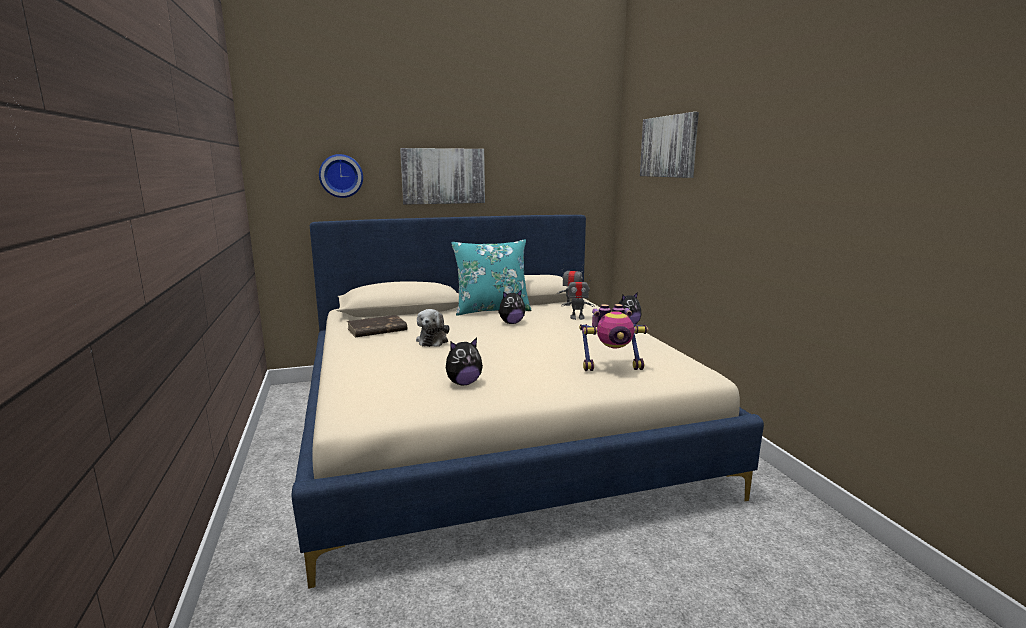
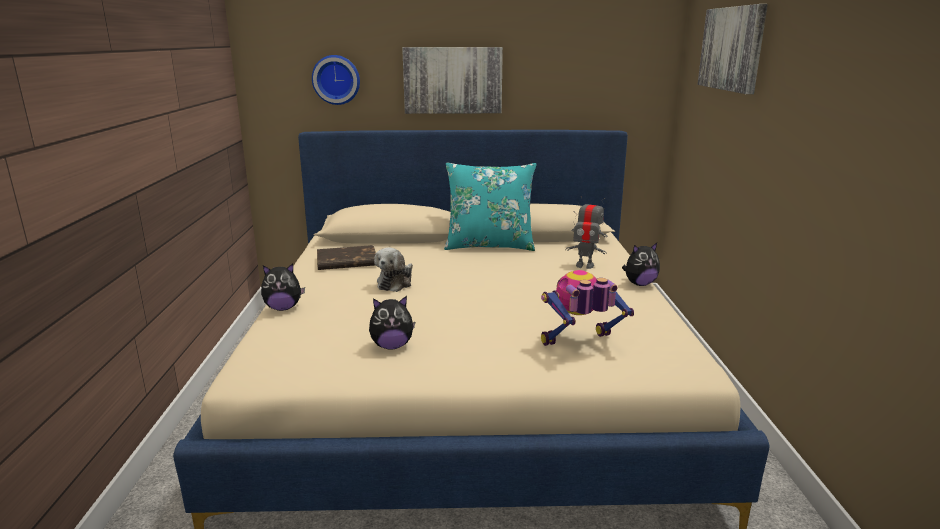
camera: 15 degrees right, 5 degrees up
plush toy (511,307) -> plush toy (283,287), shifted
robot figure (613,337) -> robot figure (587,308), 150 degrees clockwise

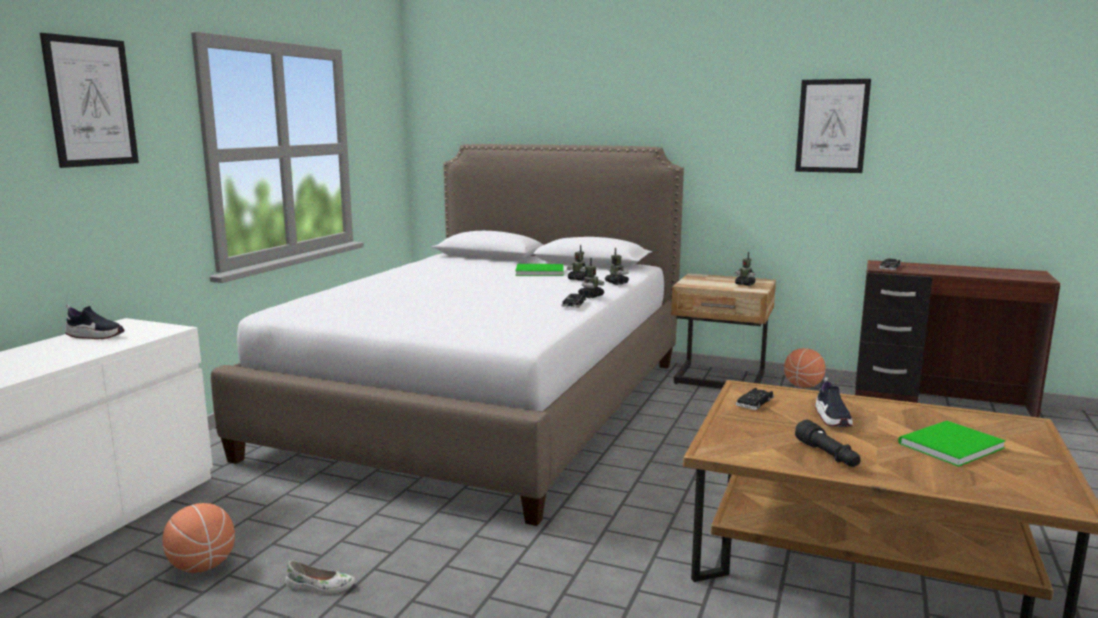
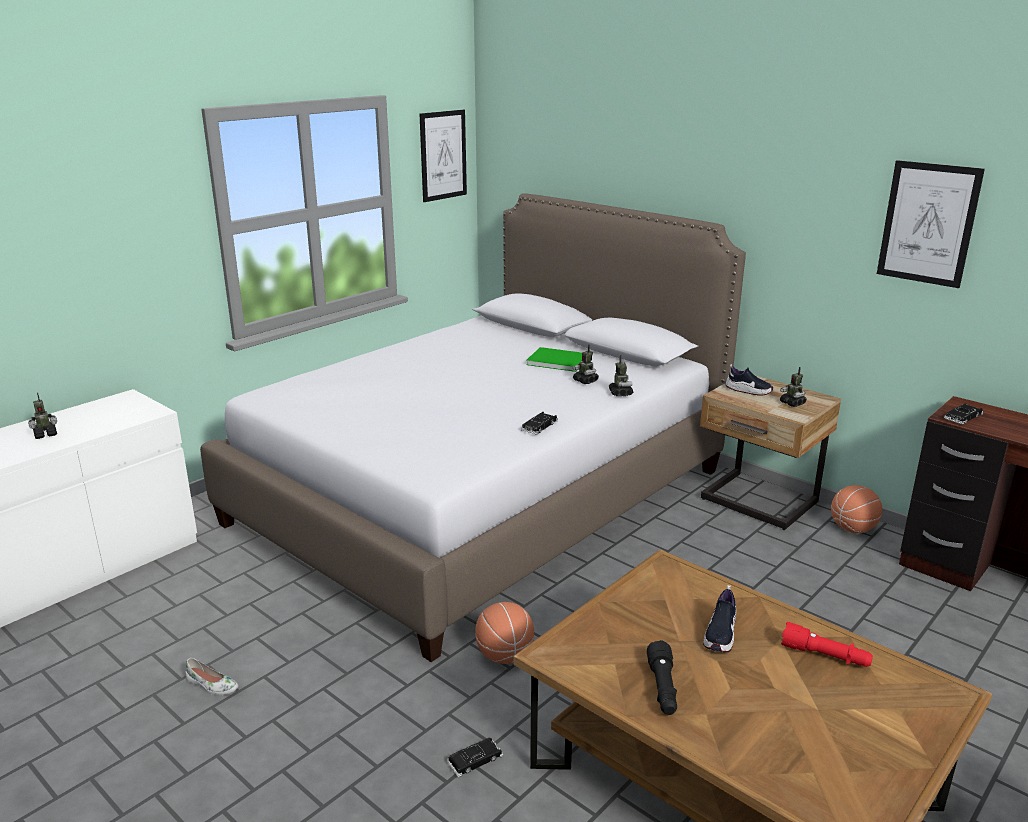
camera: 20 degrees right, 10 degrees up
wall art (89,100) -> wall art (443,156), shifted
robot figure (591,278) -> robot figure (42,415), shifted
item of footwear (95,322) -> item of footwear (749,380), shifted
black miniature car (755,399) -> black miniature car (475,757), shifted
green volume (952,444) -> none
basketball ball (198,538) -> basketball ball (504,633), shifted
none -> red flashlight (827,644)

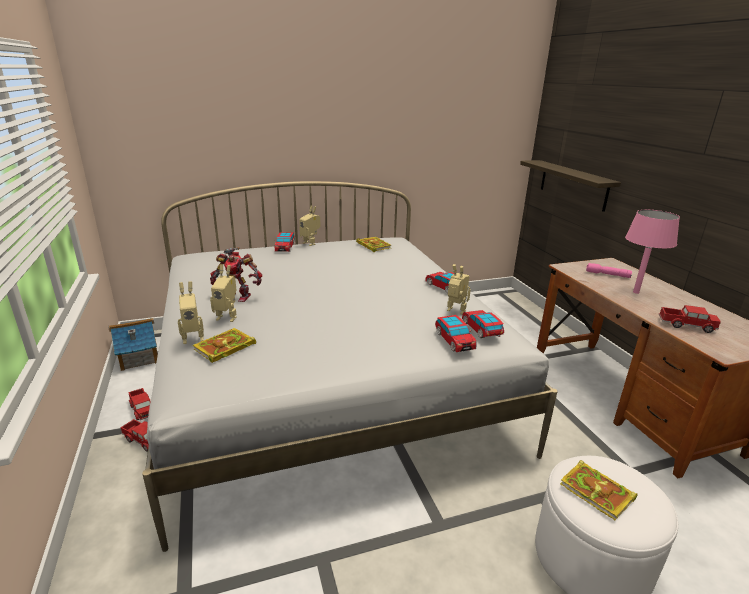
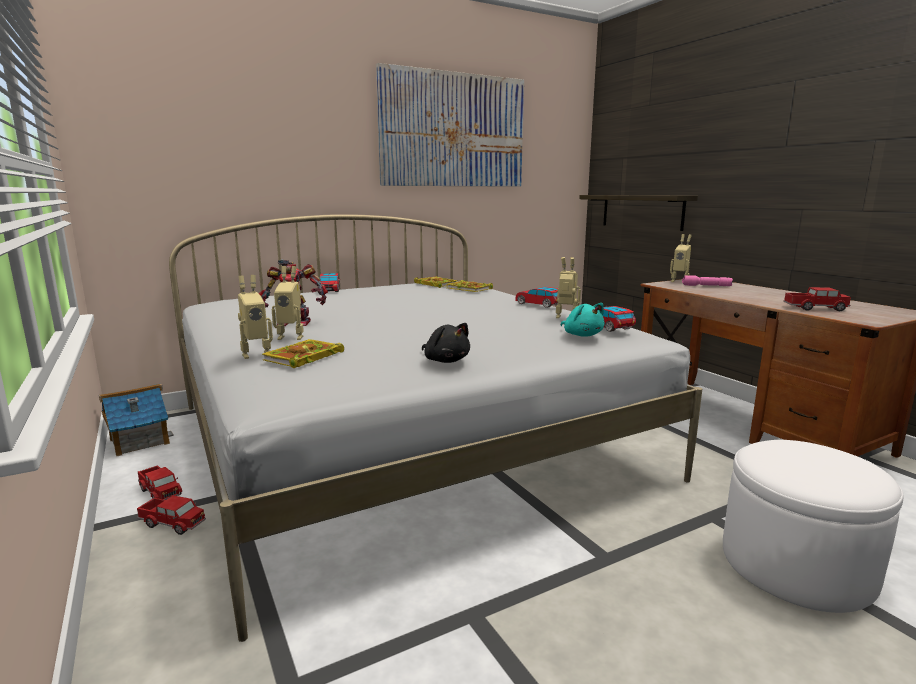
camera: 10 degrees left, 10 degrees down
robot figure (309,226) -> robot figure (681,258), shifted
pink tabletop lamp (652,252) -> none
miniature car (456,333) -> turquoise plush toy (582,320)
volume (599,490) -> volume (469,286), shifted
none -> wall art (450,125)
none -> black plush toy (446,343)

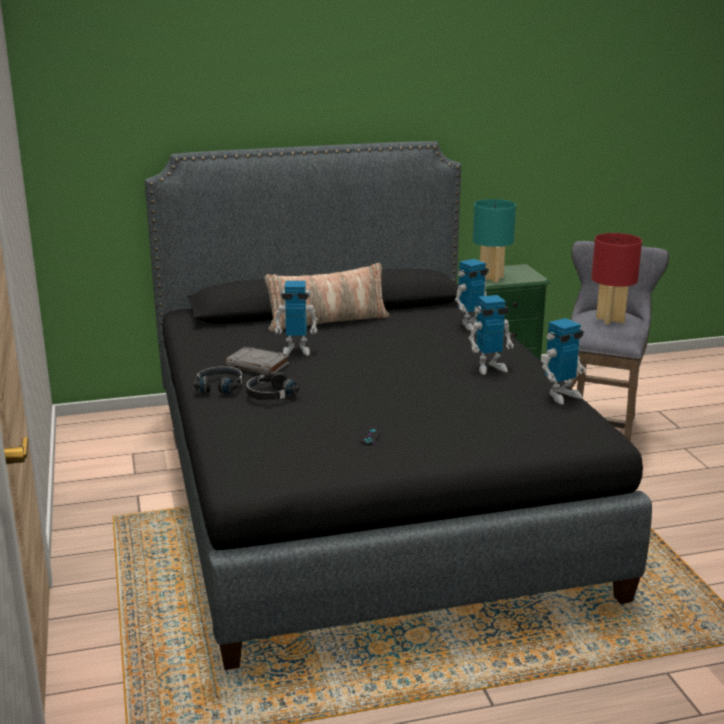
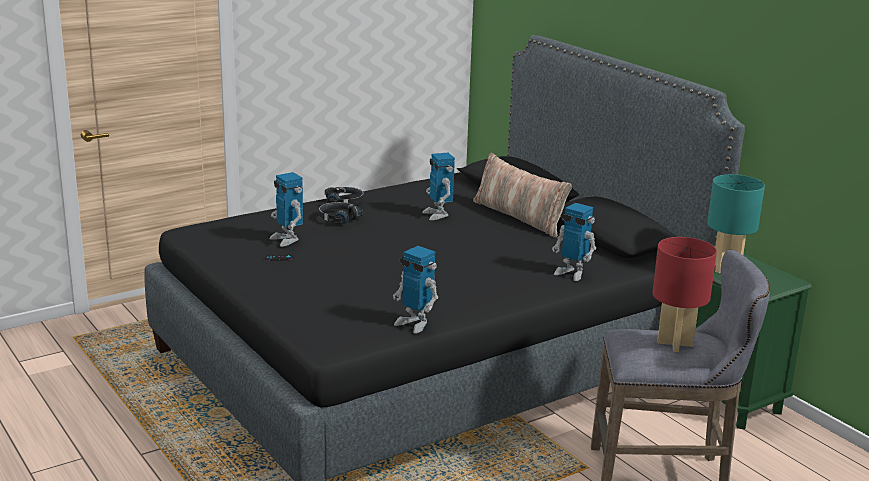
camera: 70 degrees right, 0 degrees up
robot figure (491,335) -> robot figure (286,209), shifted
grey volume (257,361) -> none

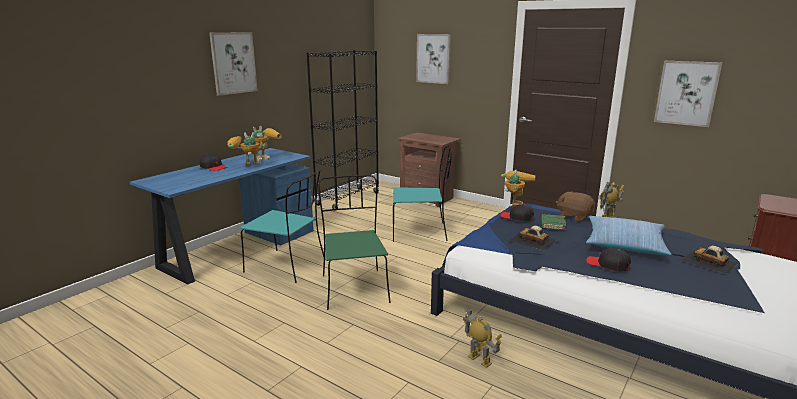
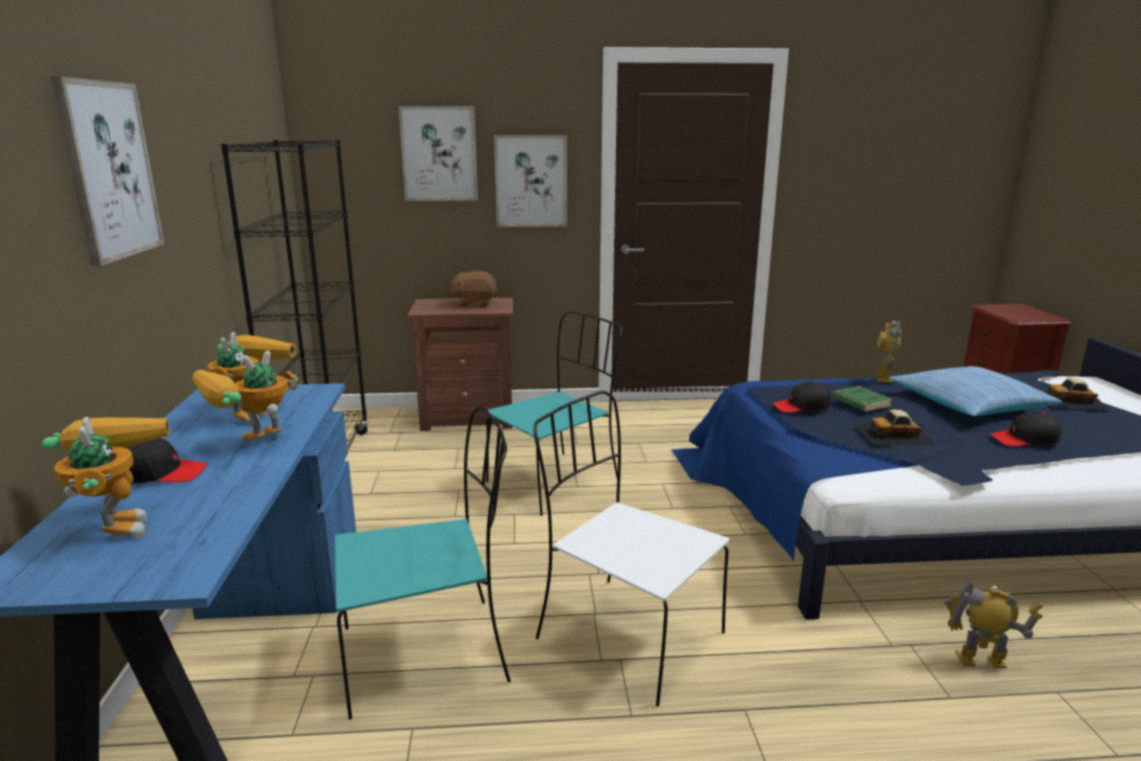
camera: 40 degrees left, 0 degrees up
wall art (688,94) -> wall art (530,181), shifted
robot figure (518,187) -> robot figure (106,478), shifted
green upright chair (354,242) -> whitish upright chair (631,548)
brown-coloured plush toy (575,206) -> brown-coloured plush toy (472,289), shifted

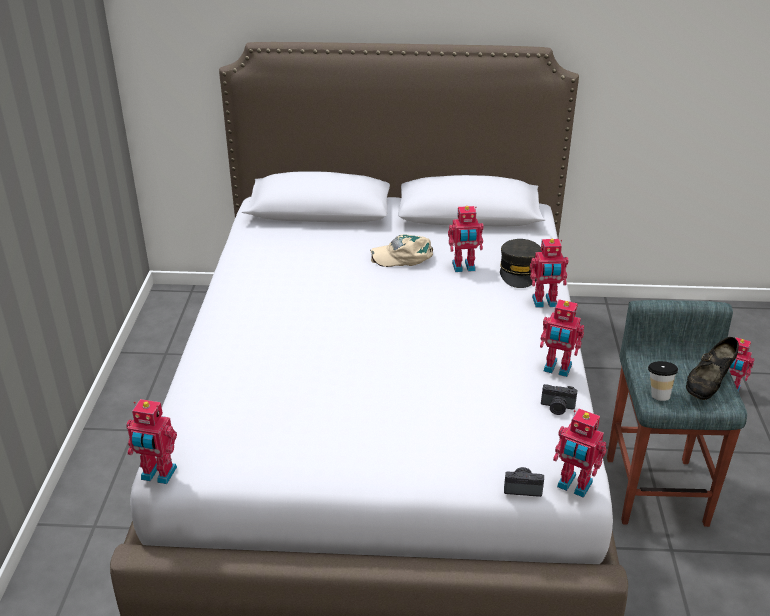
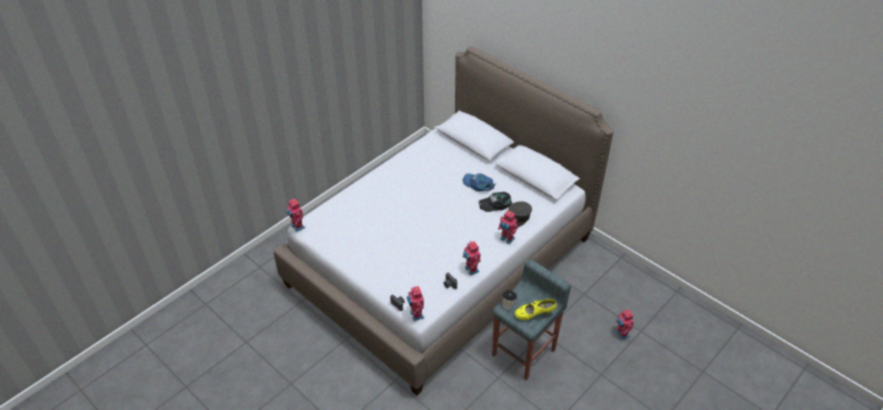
camera: 40 degrees right, 10 degrees up
robot figure (466,239) -> black cap (495,202)
beige-coloured cap (401,251) -> blue-coloured cap (479,182)
black item of footwear (712,368) -> yellow item of footwear (536,309)

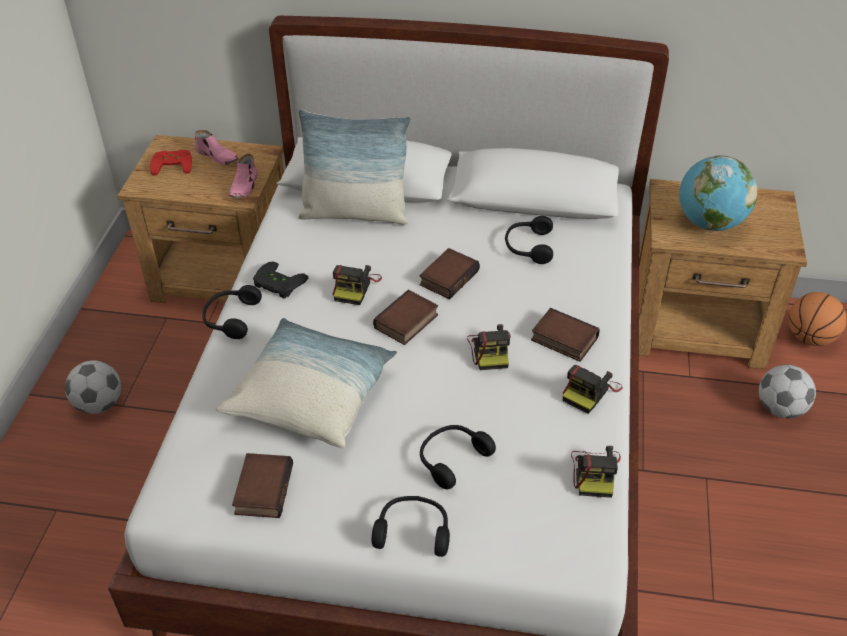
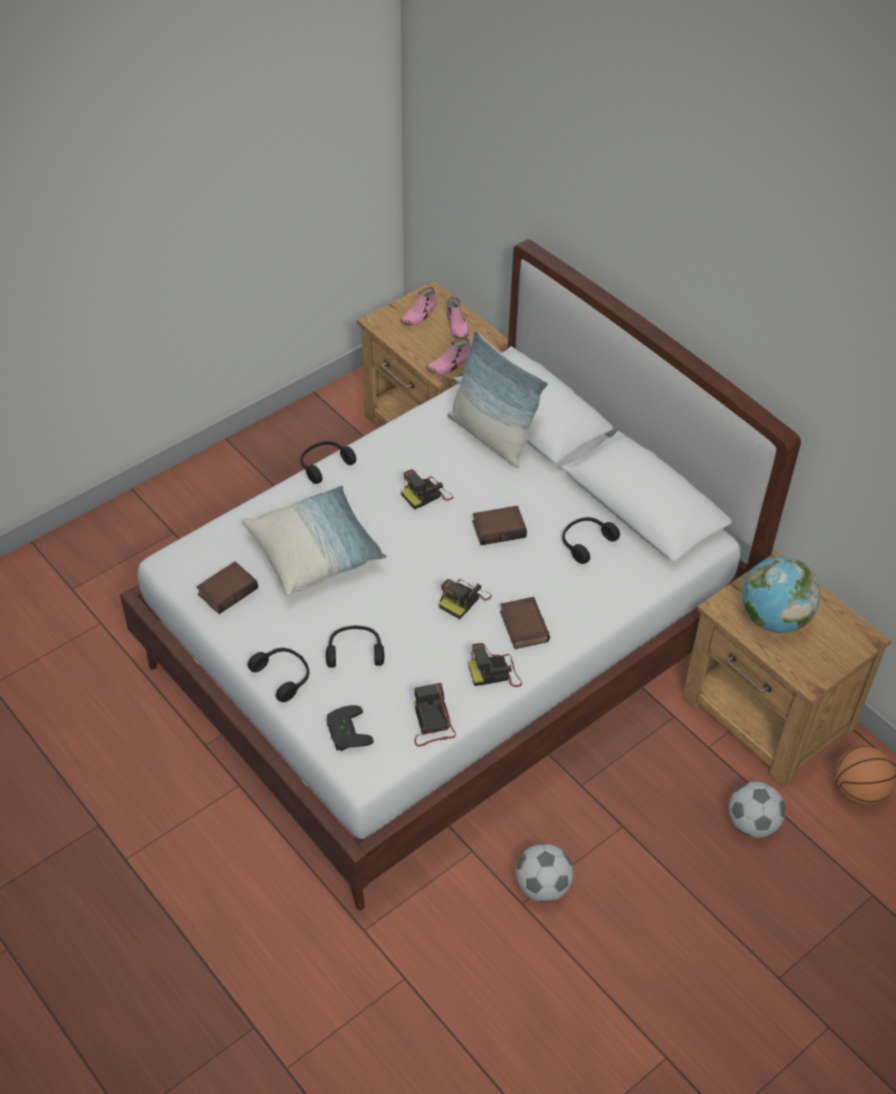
camera: 40 degrees right, 5 degrees up
red gamepad (171,163) -> pink item of footwear (419,306)
black gamepad (280,280) -> black gamepad (350,728), shifted
volume (405,317) -> none
football (93,387) -> football (544,873), shifted
still camera (596,472) -> still camera (435,715), 120 degrees clockwise

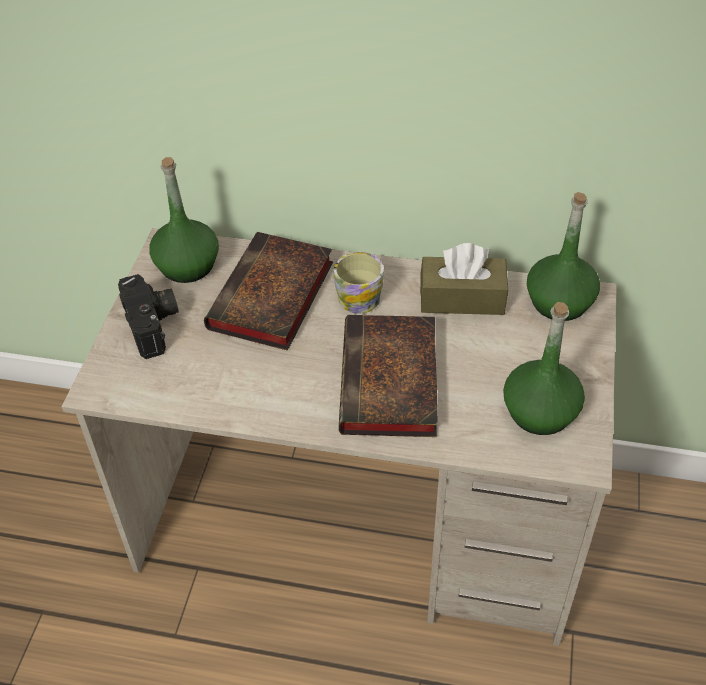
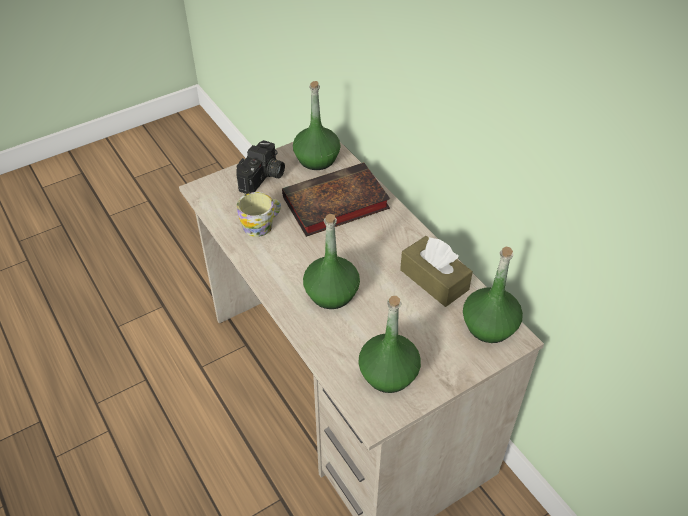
camera: 45 degrees right, 0 degrees up
mug (359,283) -> mug (259,214), shifted
volume (388,376) -> green bottle (331,261)

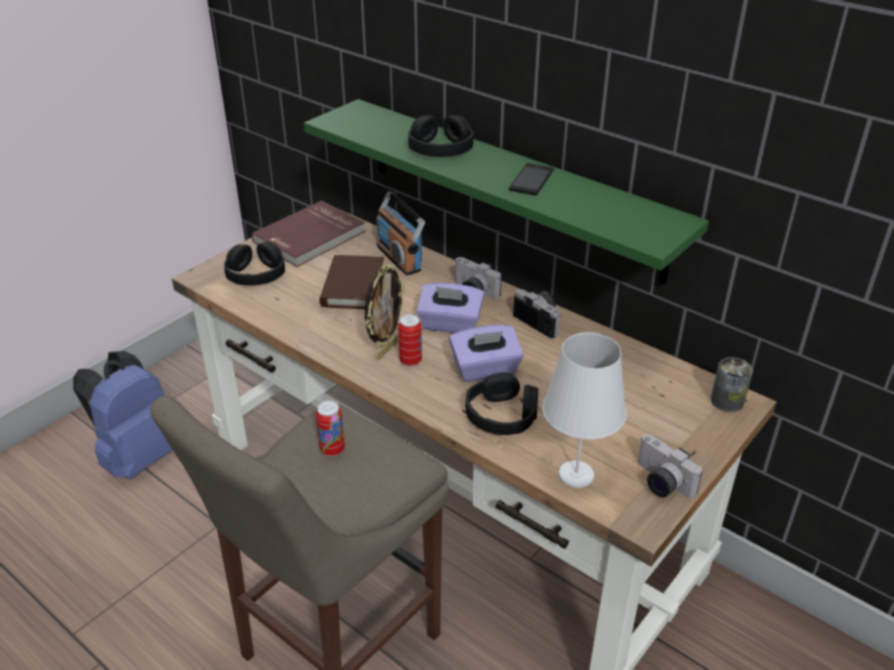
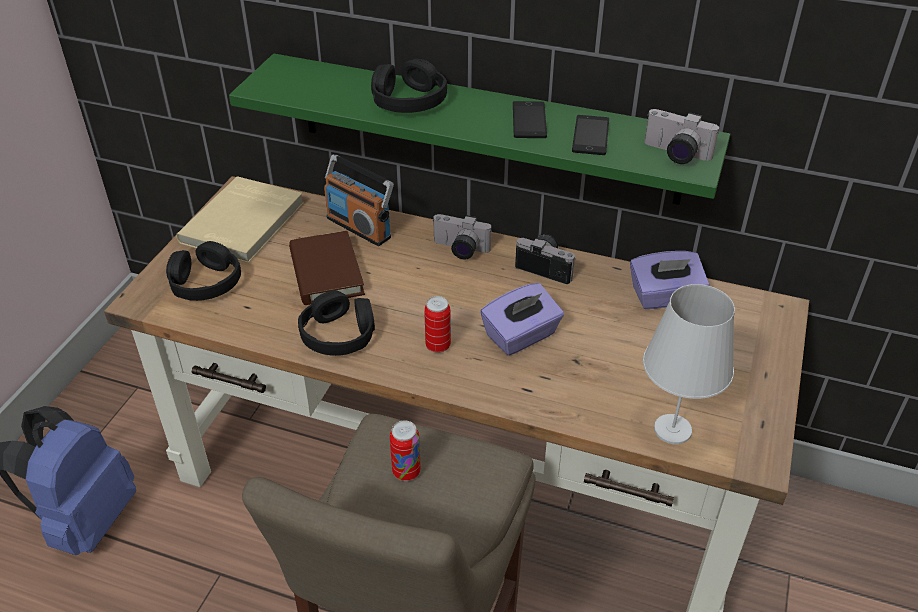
camera: 20 degrees left, 5 degrees up
red volume (308,234) -> beige-coloured volume (240,219)
standing frame (385,312) -> none
purple-coloured tissue holder (450,308) -> purple-coloured tissue holder (669,280), shifted
metal can (732,385) -> none
black pair of headphones (501,403) -> black pair of headphones (336,323), shifted
still camera (670,466) -> still camera (681,136), shifted
none -> telephone (590,135)

